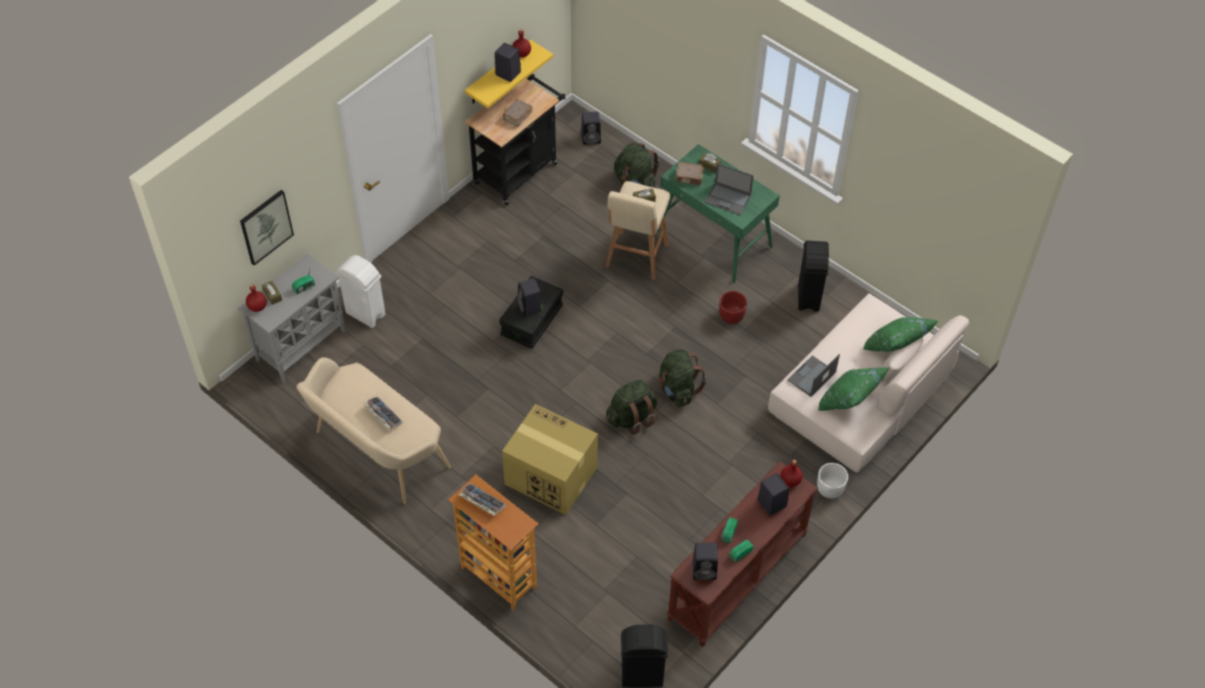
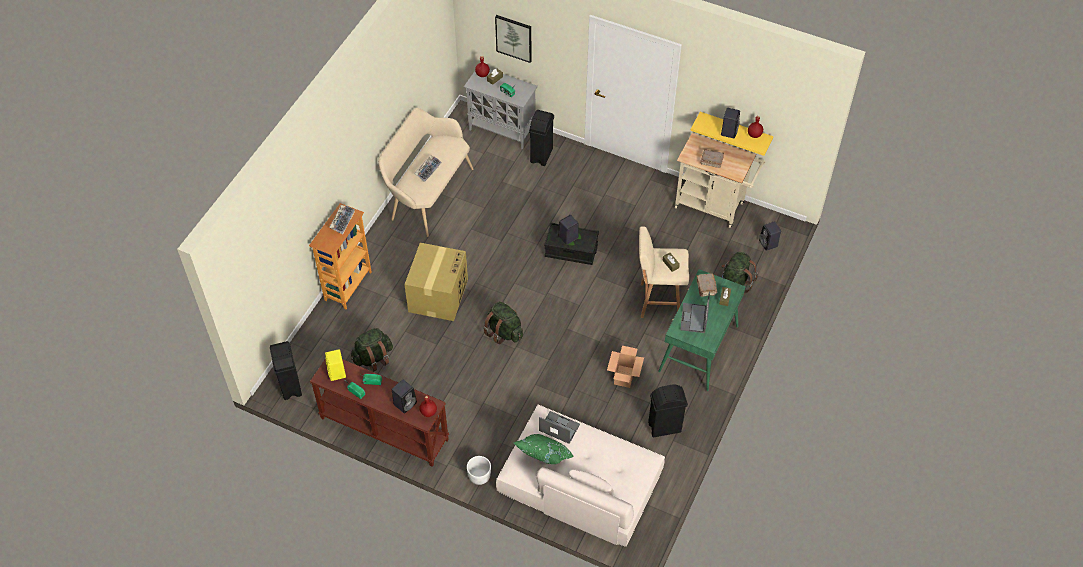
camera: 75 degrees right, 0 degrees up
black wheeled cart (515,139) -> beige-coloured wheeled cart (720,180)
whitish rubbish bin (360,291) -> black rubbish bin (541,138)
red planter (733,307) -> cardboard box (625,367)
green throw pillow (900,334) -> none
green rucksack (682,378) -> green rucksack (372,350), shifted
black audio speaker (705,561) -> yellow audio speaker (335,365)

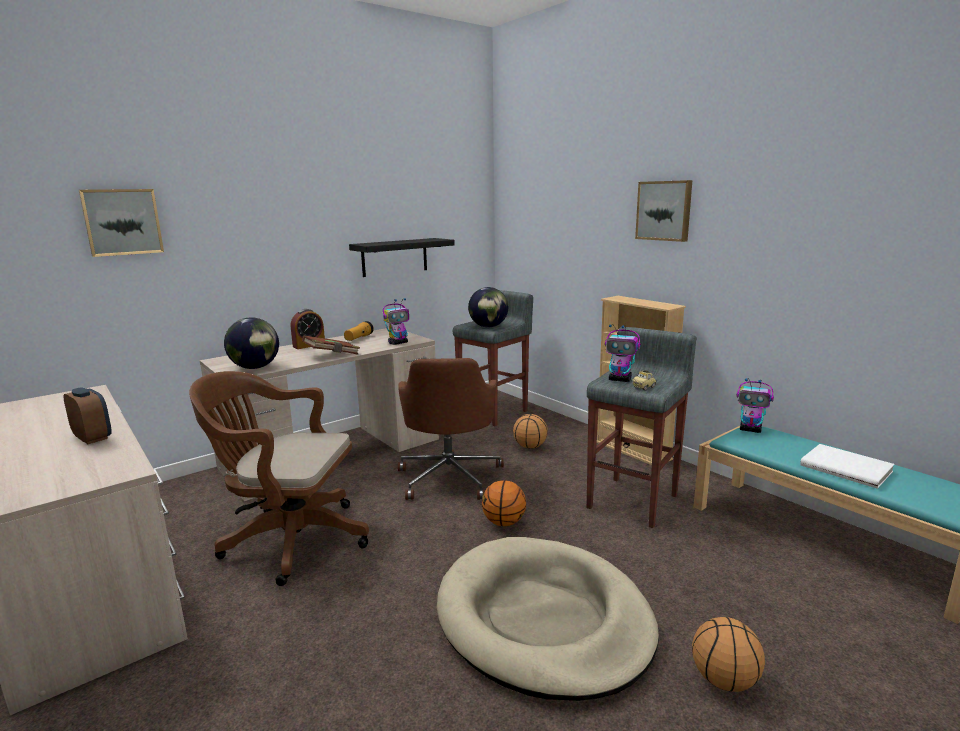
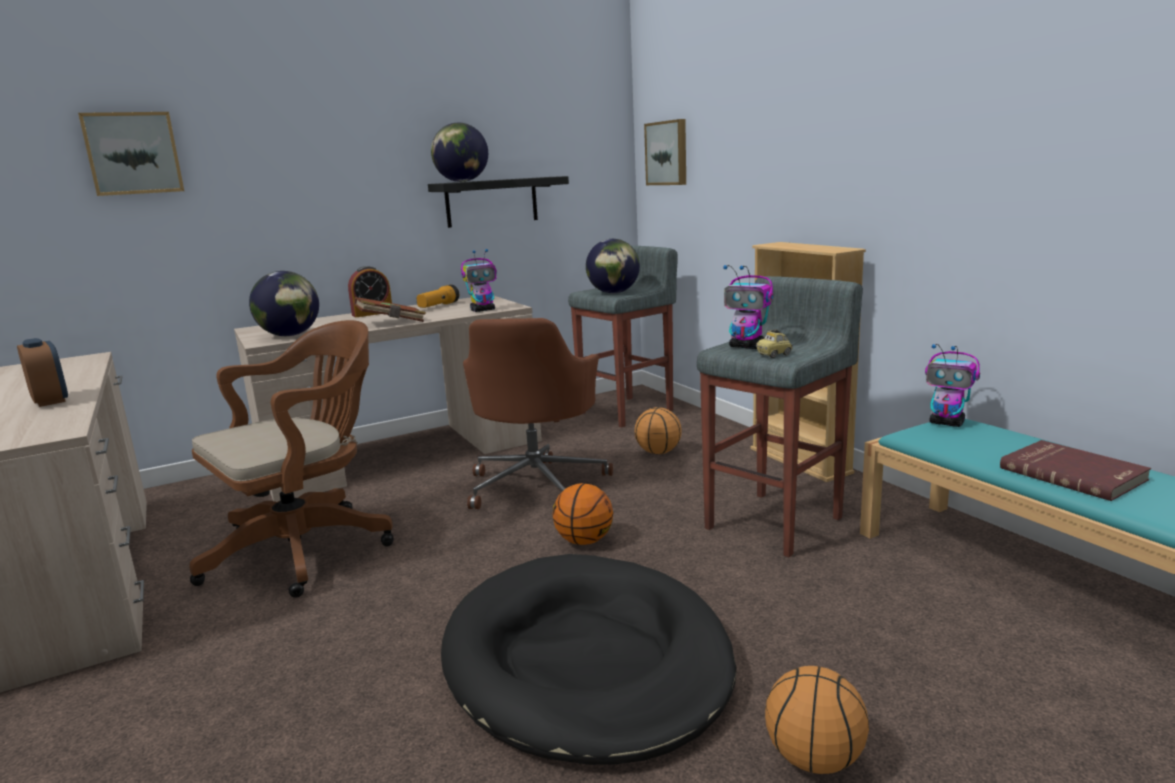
camera: 10 degrees right, 0 degrees up
wall art (663,211) -> wall art (665,152), shifted
brown-coloured office chair (279,478) -> brown-coloured office chair (291,459), 120 degrees clockwise
whitish volume (847,466) -> red volume (1075,470)
beige-coloured dog bed (548,619) -> black dog bed (589,659)
none -> globe (459,152)

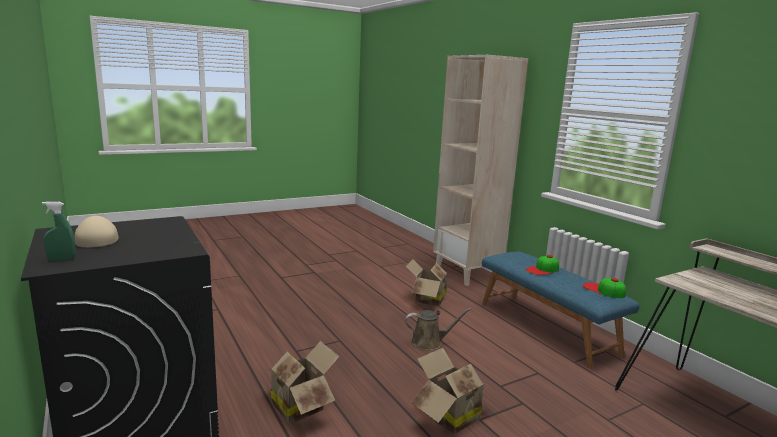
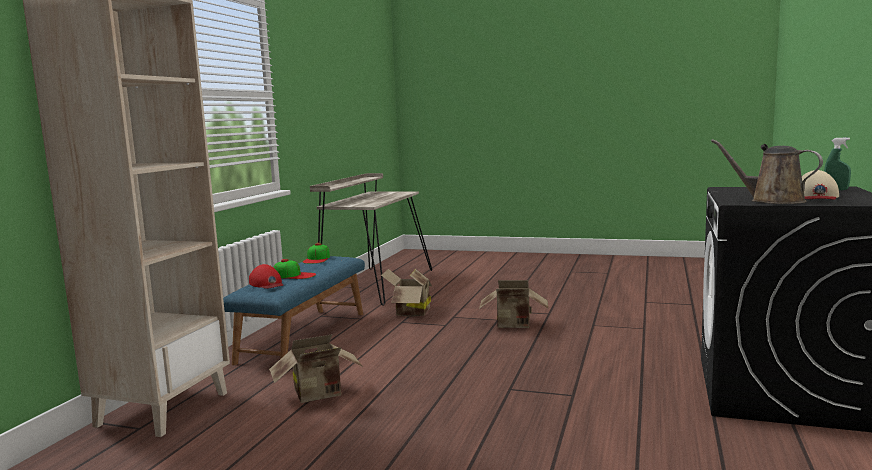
camera: 130 degrees left, 5 degrees down
brown-coloured sprinkling can (438,329) -> brown-coloured sprinkling can (767,171), shifted
cardboard box (303,382) -> cardboard box (406,293), shifted
none -> red cap (266,276)

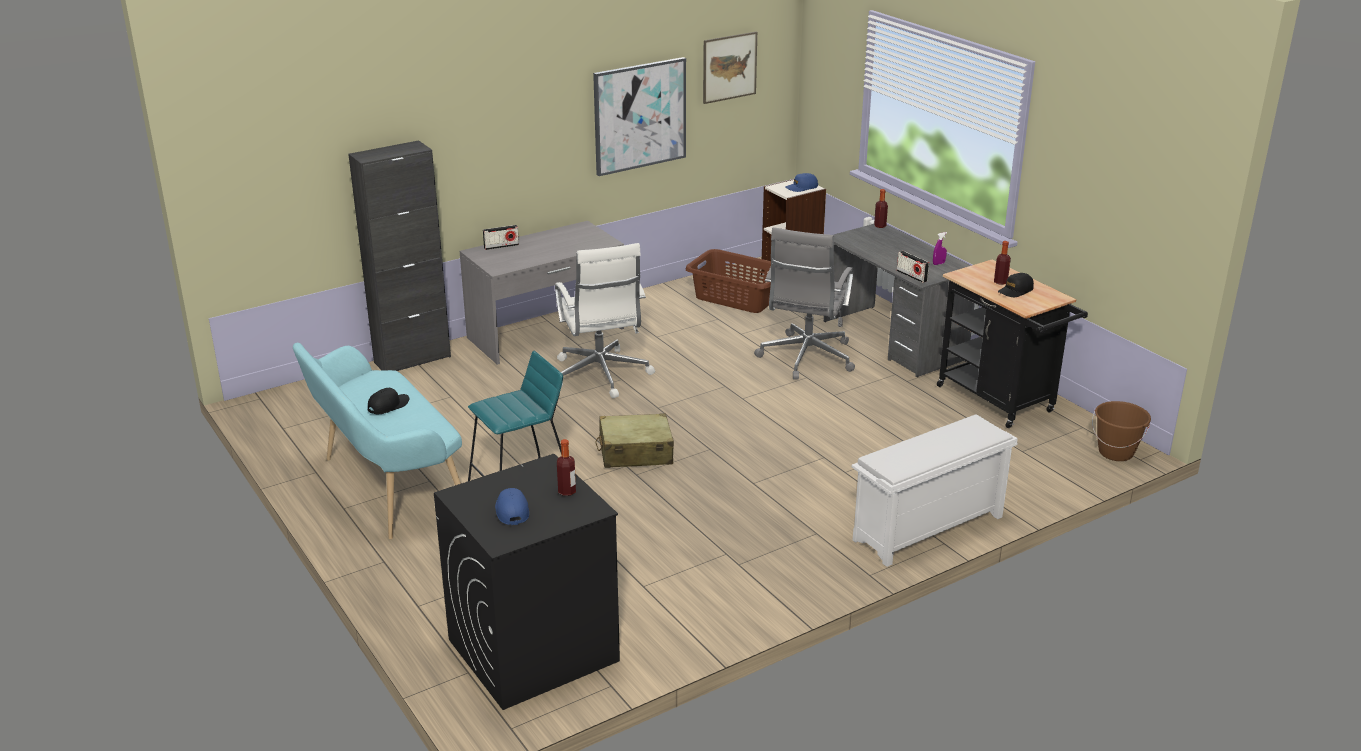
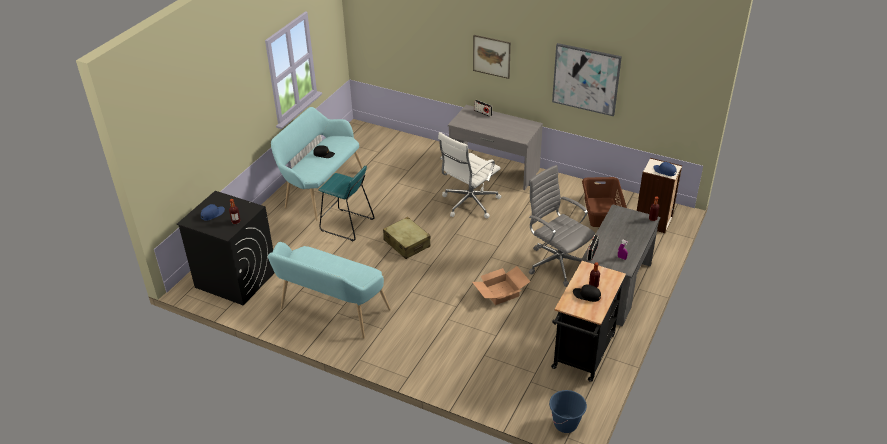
camera: 60 degrees right, 10 degrees up
wall art (730,68) -> wall art (492,57), shifted
black storage cabinet (399,255) -> none
grey office chair (804,303) -> grey office chair (561,226), 60 degrees clockwise
brown-coloured pail (1121,431) -> blue-coloured pail (568,411)
whitish shoe shelf (935,490) -> none
none -> turquoise bench (329,290)
none -> cardboard box (501,285)

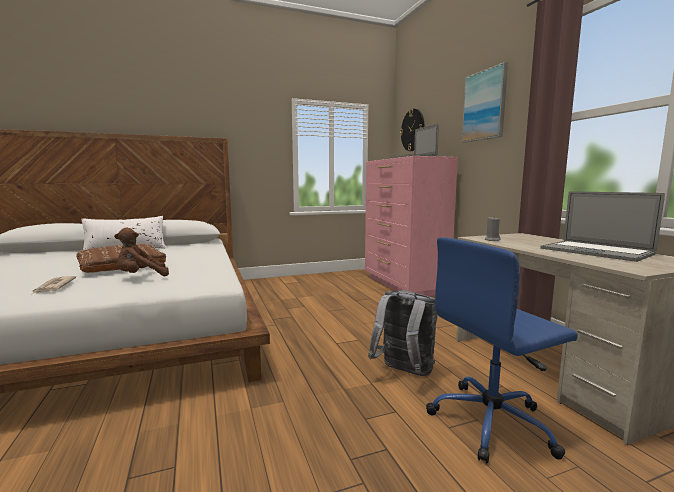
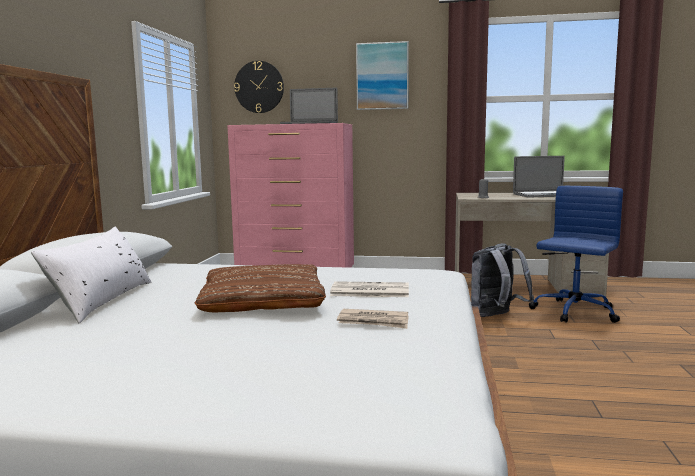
camera: 60 degrees left, 0 degrees up
brown-coloured plush toy (141,252) -> newspaper (369,289)
blue-coloured office chair (502,350) -> blue-coloured office chair (576,254), 150 degrees counterclockwise

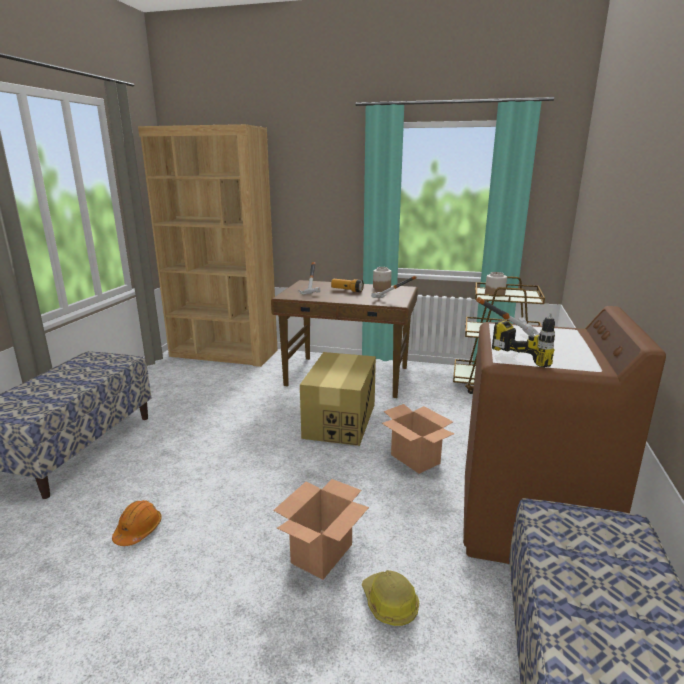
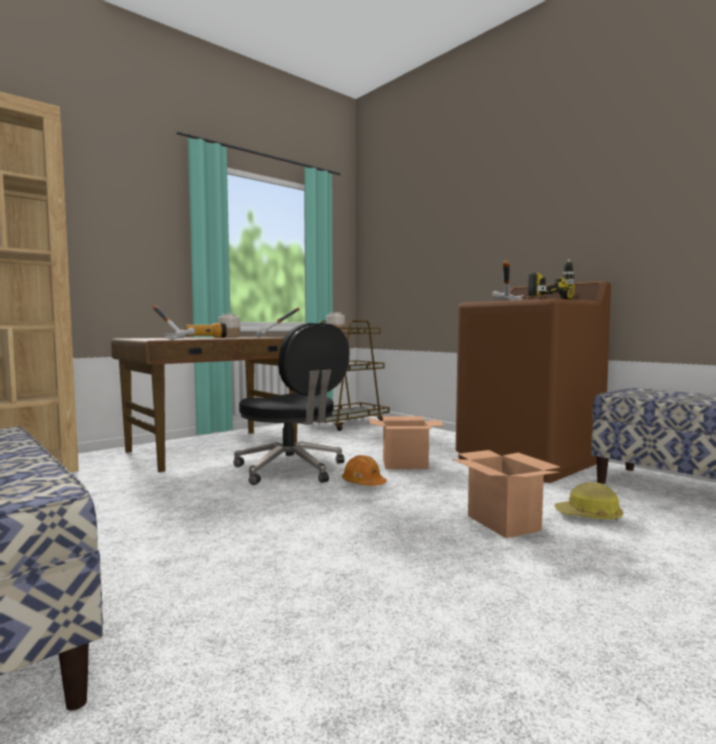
camera: 55 degrees left, 15 degrees down
cardboard box (338,399) -> black office chair (291,404)
orangey work helmet (137,523) -> orangey work helmet (364,470), shifted

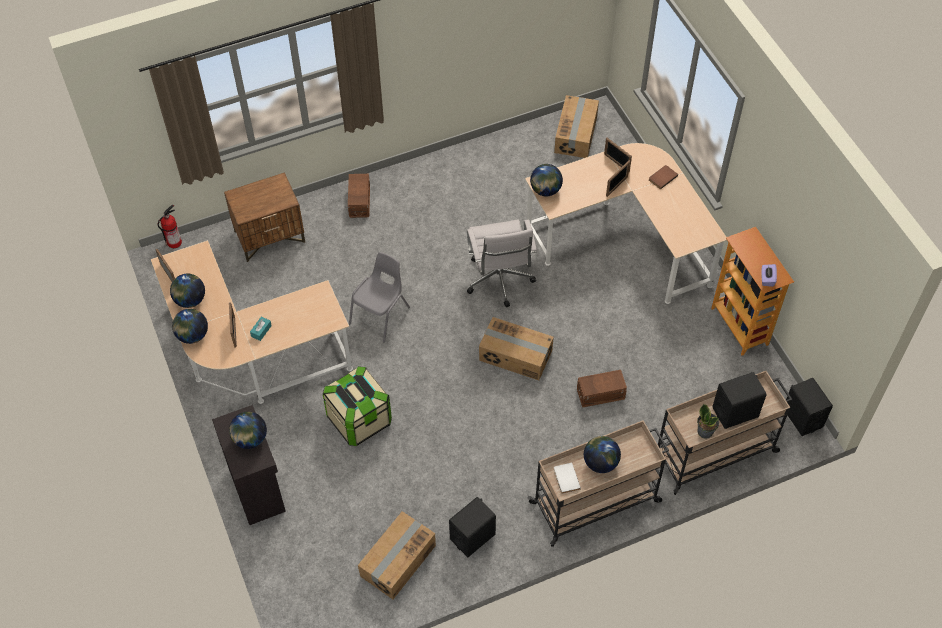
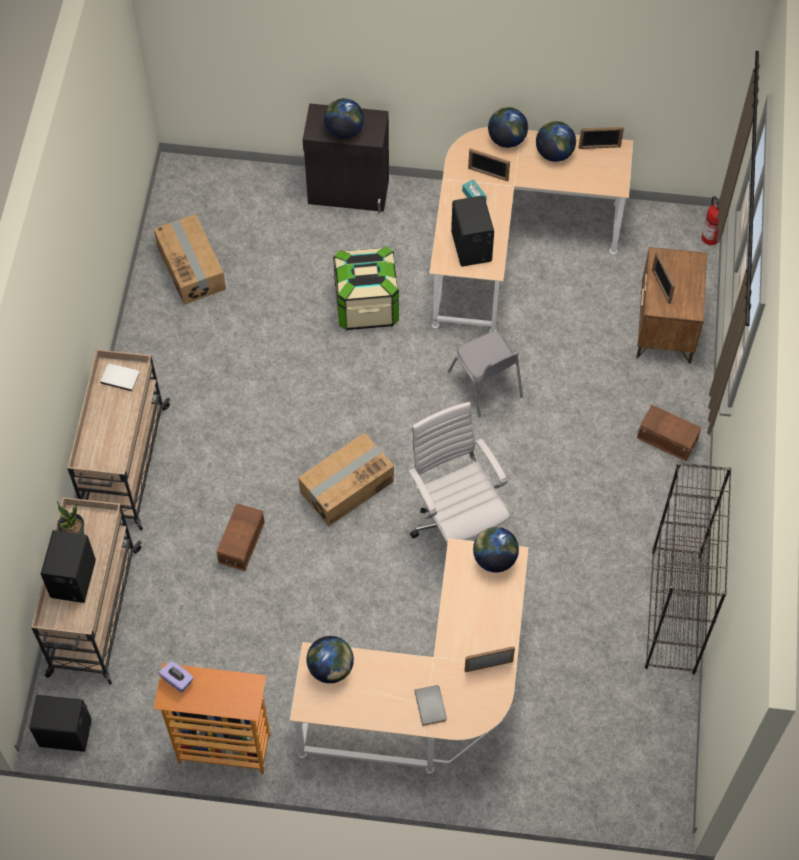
camera: 120 degrees right, 5 degrees up
cardboard box (576,126) -> none
standing frame (618,178) -> standing frame (663,278), shifted
brown-coloured volume (663,177) -> grey volume (430,705)
whitish office chair (502,263) -> whitish office chair (459,473), 45 degrees clockwise
globe (602,454) -> globe (330,659), shifted
black audio speaker (472,527) -> black audio speaker (472,231), shifted
none -> black shelving unit (688,568)

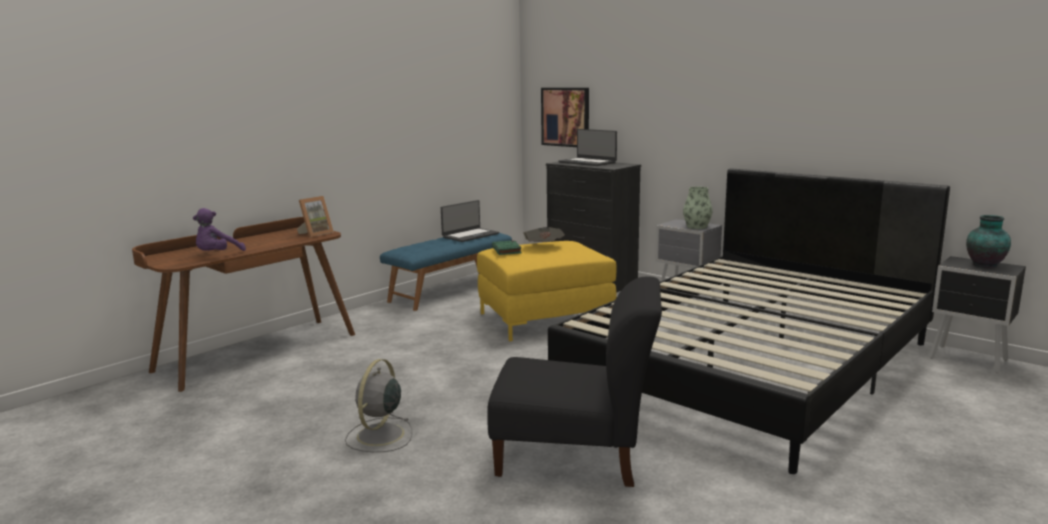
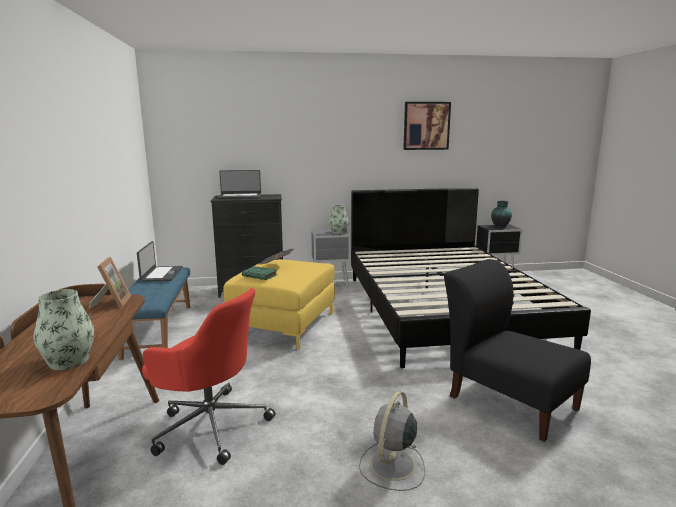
camera: 50 degrees left, 0 degrees up
wall art (565,117) -> wall art (427,126), shifted
purple-coloured plush toy (219,229) -> vase (64,329)
black upright chair (574,382) -> black upright chair (517,350), 90 degrees counterclockwise
grey electric fan (378,405) -> grey electric fan (392,441), 60 degrees clockwise
none -> red office chair (208,376)

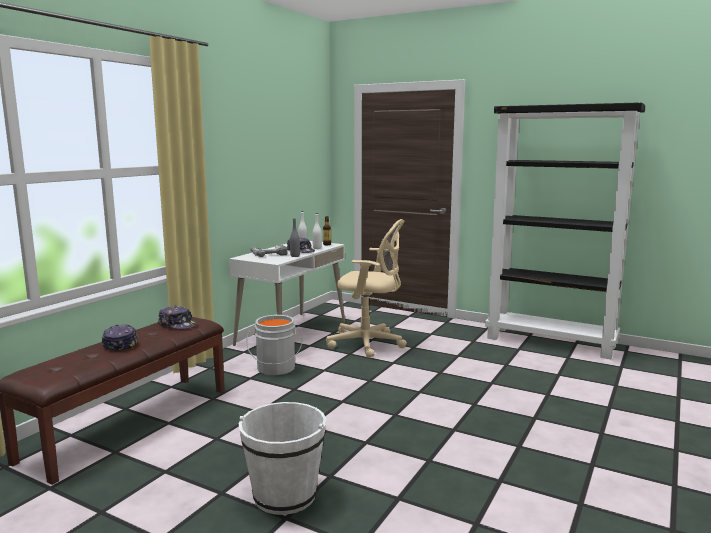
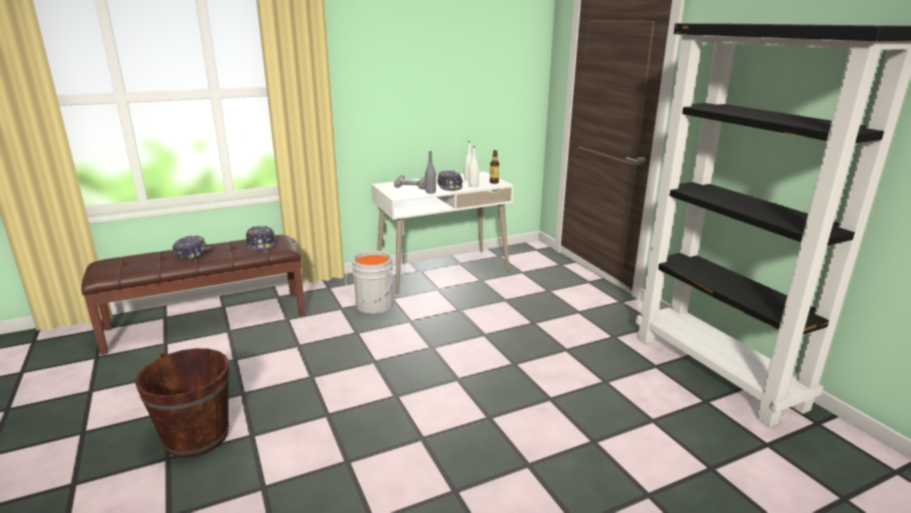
camera: 35 degrees right, 10 degrees up
beige-coloured office chair (366,288) -> none
whitish pail (282,458) -> brown-coloured pail (182,403)

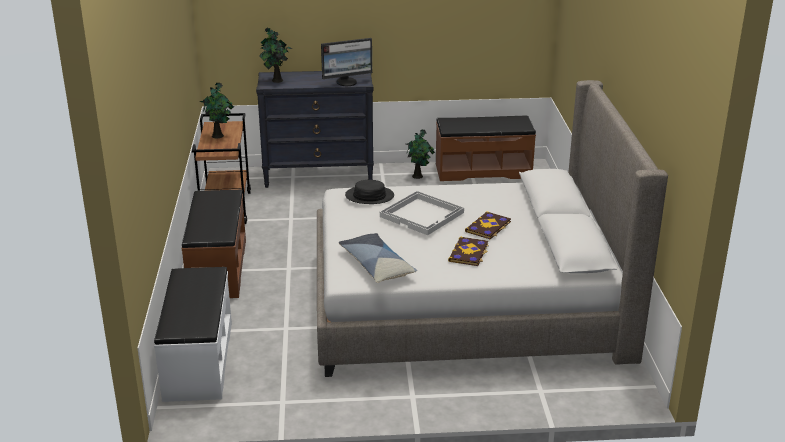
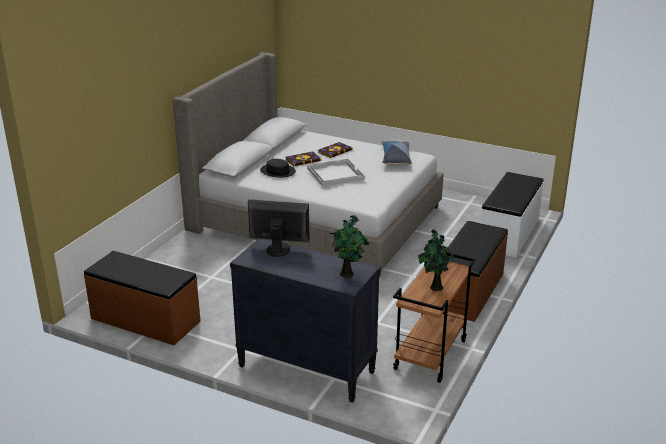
camera: 150 degrees left, 0 degrees up
potted plant (421,154) -> none
black wearable hat (369,192) -> black wearable hat (278,168), shifted

